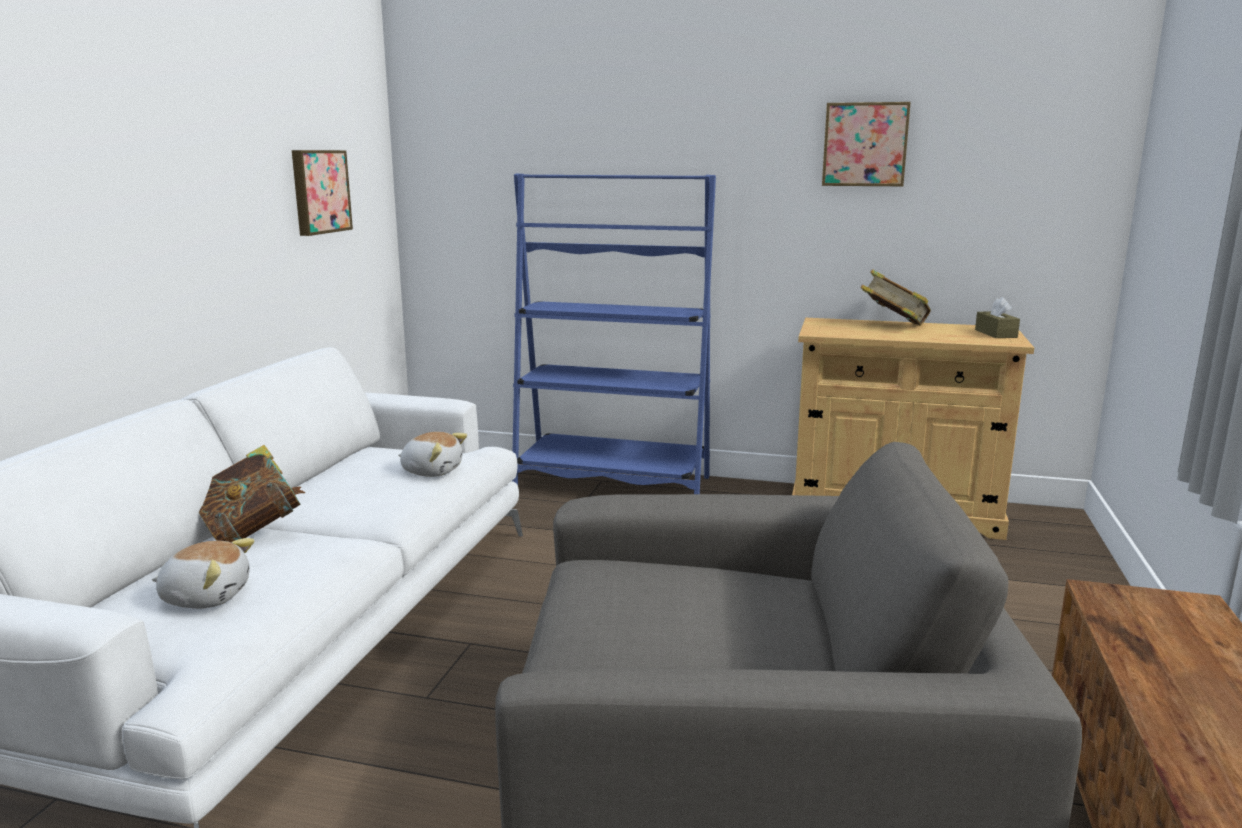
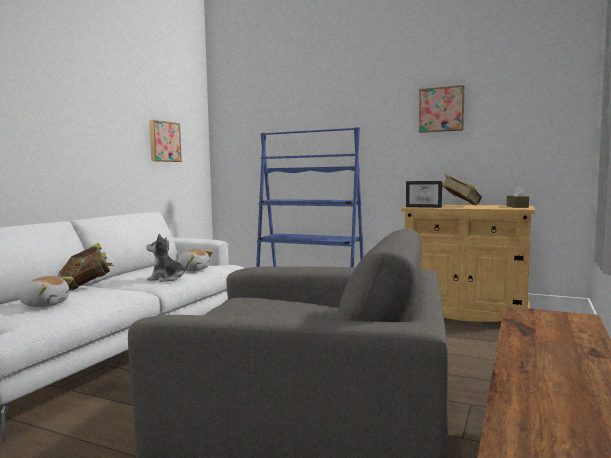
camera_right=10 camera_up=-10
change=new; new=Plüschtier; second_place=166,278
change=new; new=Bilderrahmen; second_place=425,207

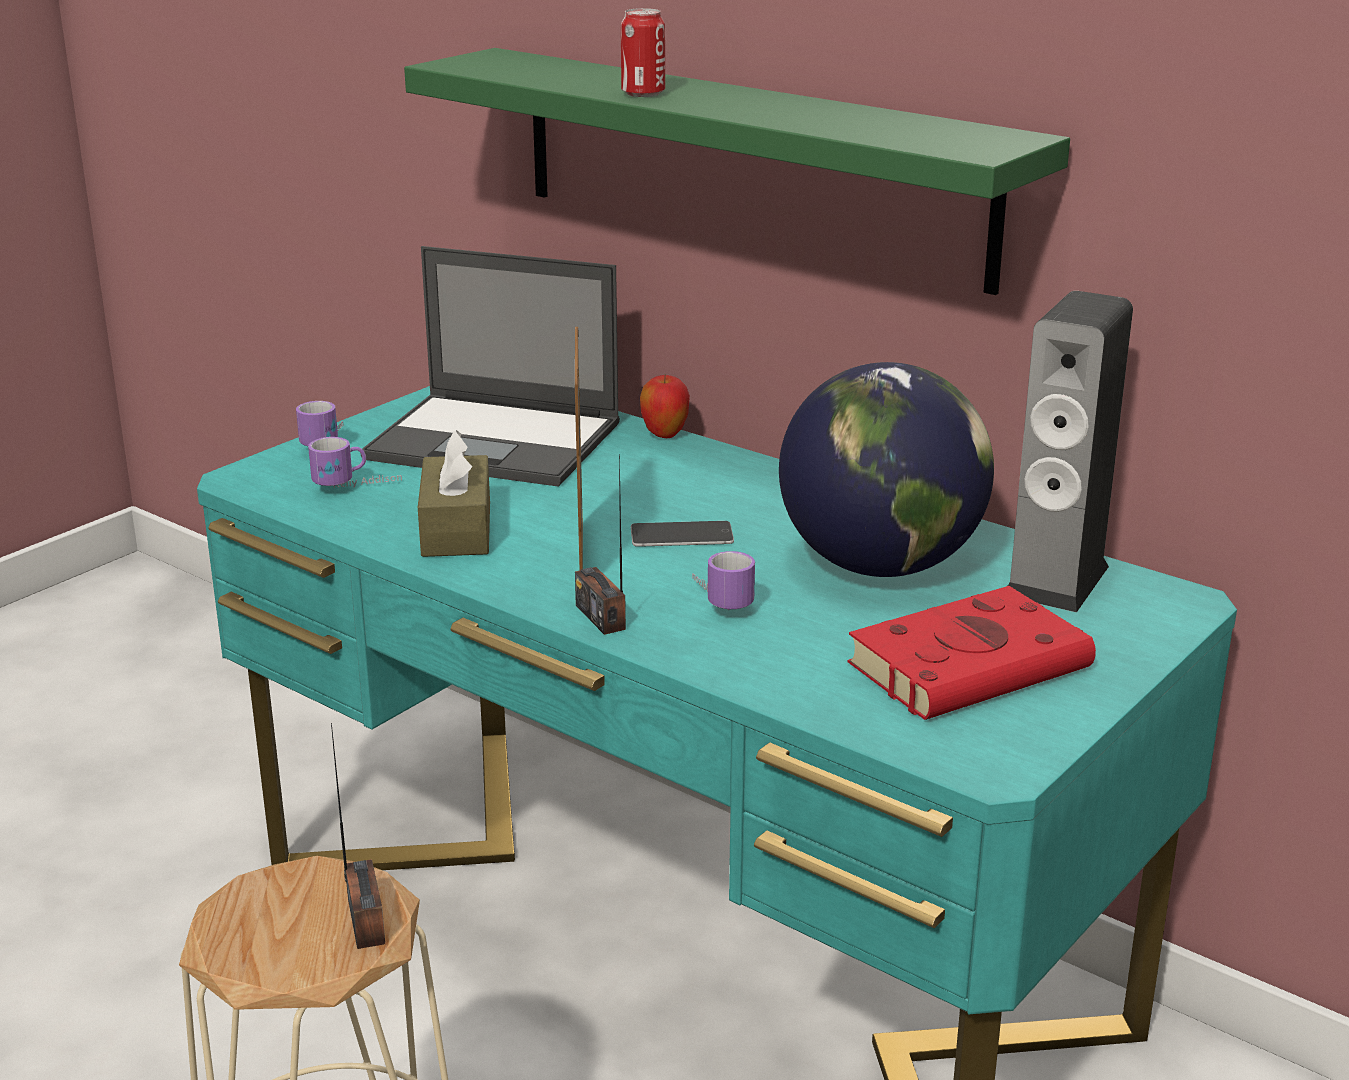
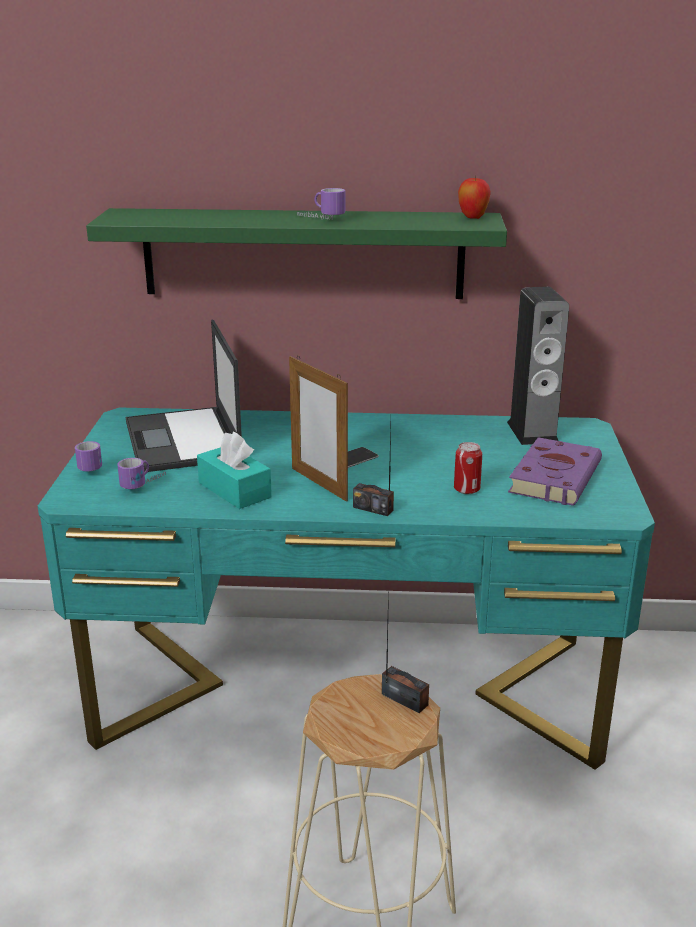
camera_right=-35 camera_up=0
change=rotated; old=Laptop; first_place=497,441; second_place=183,441; degrees=90
change=repainted; old=Taschentuchbox/braun; new=Taschentuchbox/türkis; first_place=456,529; second_place=234,490
change=shifted; old=Henkelbecher; first_place=717,600; second_place=320,219
change=shifted; old=Dose; first_place=643,93; second_place=466,489
change=shifted; old=Apfel; first_place=664,435; second_place=473,218
change=repainted; old=Buch/rot; new=Buch/lila; first_place=974,664; second_place=555,477
change=gone; old=Globus; first_place=880,566

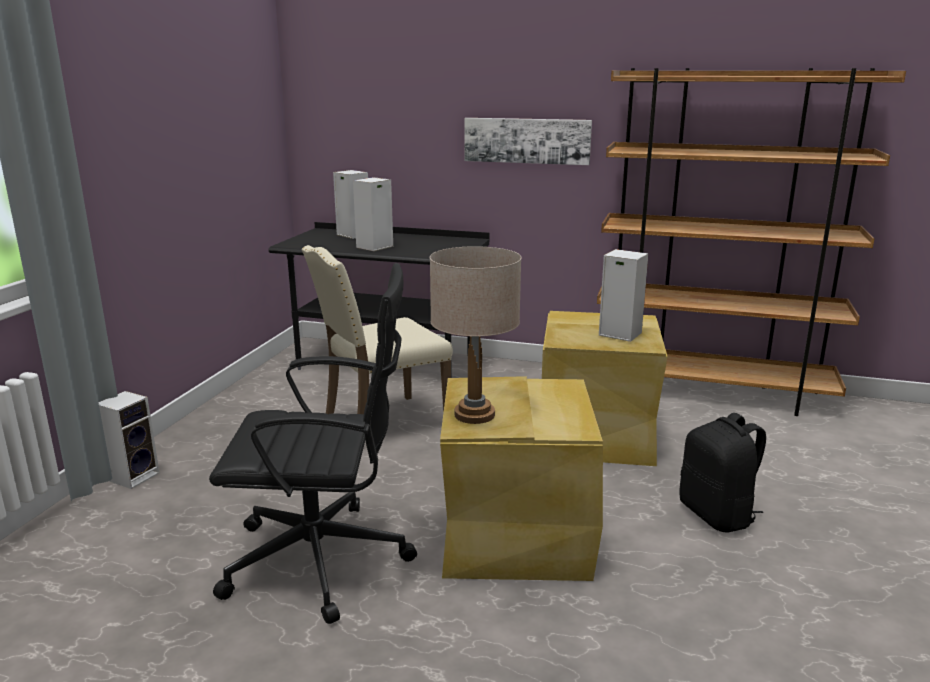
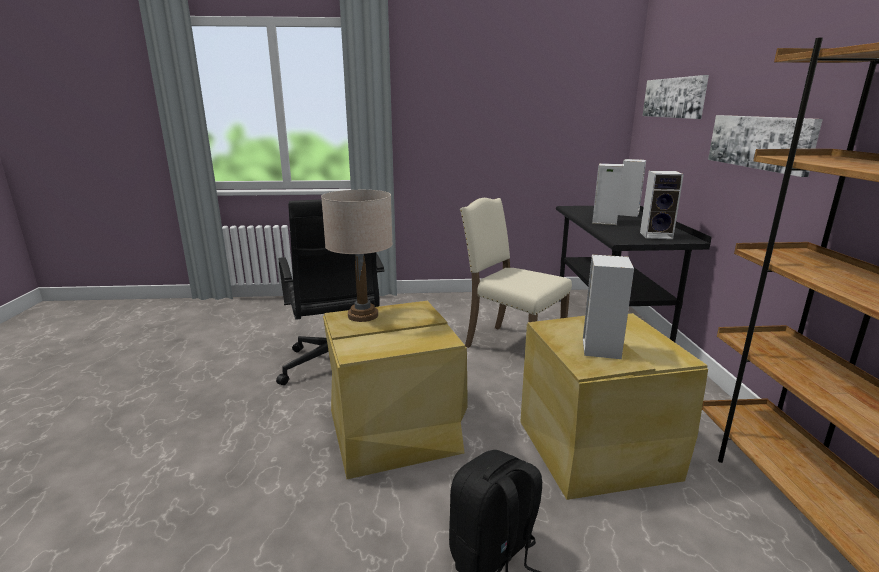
camera_right=70 camera_up=0
change=shifted; old=Lautsprecher; first_place=135,476; second_place=657,235
change=new; new=Bild; second_place=674,97

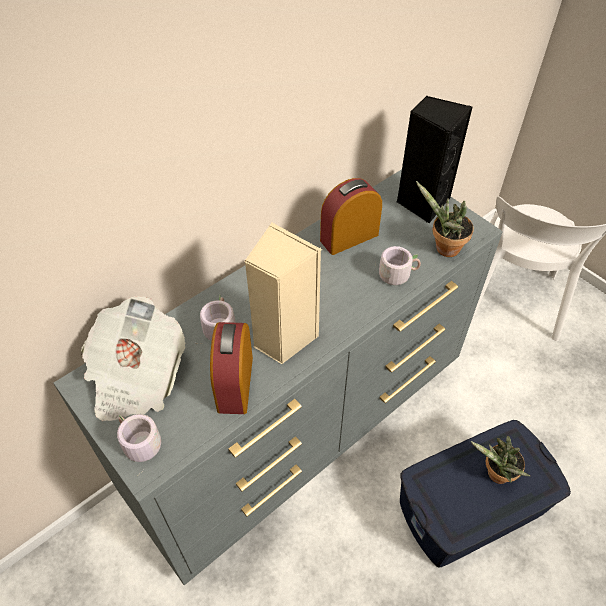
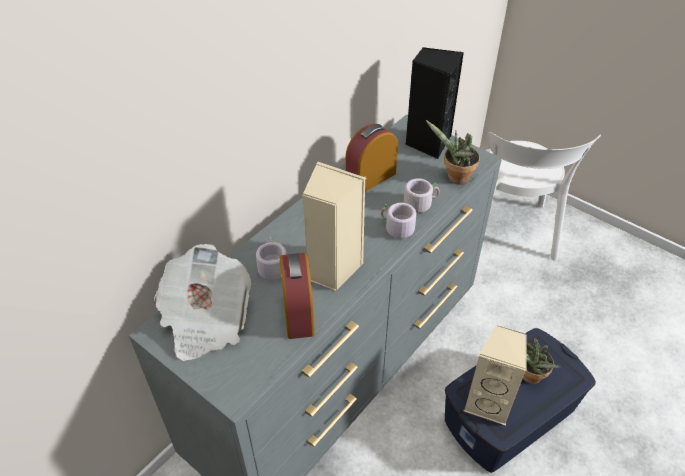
camera_right=-10 camera_up=-5
change=shifted; old=Henkelbecher/grau; first_place=138,444; second_place=396,229
change=new; new=Lautsprecher/beige; second_place=489,403

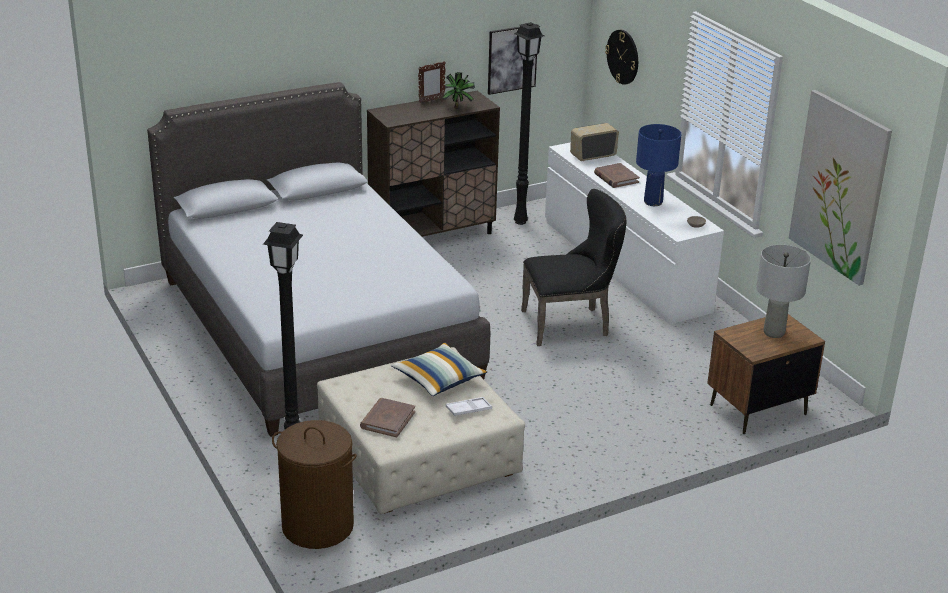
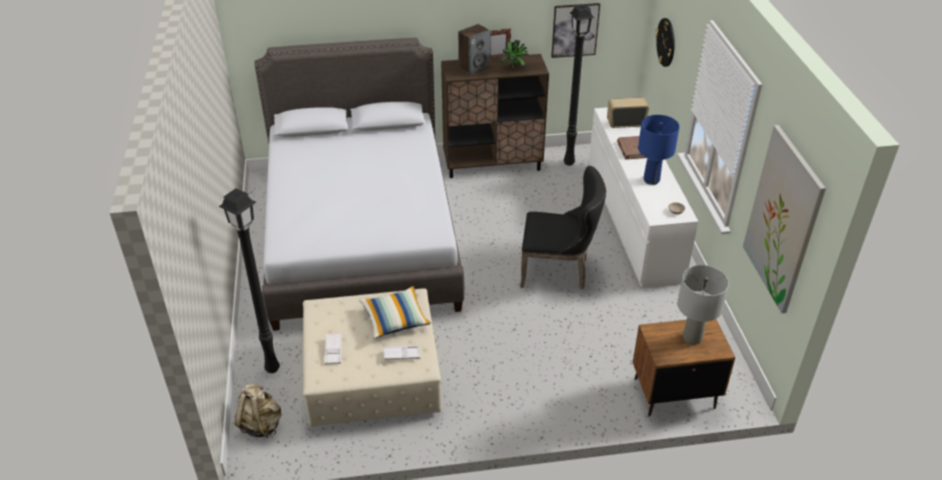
camera_right=20 camera_up=10
change=swapped; old=Wäschekorb/braun; new=Rucksack/beige; first_place=317,526; second_place=261,425
change=swapped; old=Buch/braun; new=Tablett/weiß; first_place=387,420; second_place=333,351
change=new; new=Lautsprecher; second_place=474,67

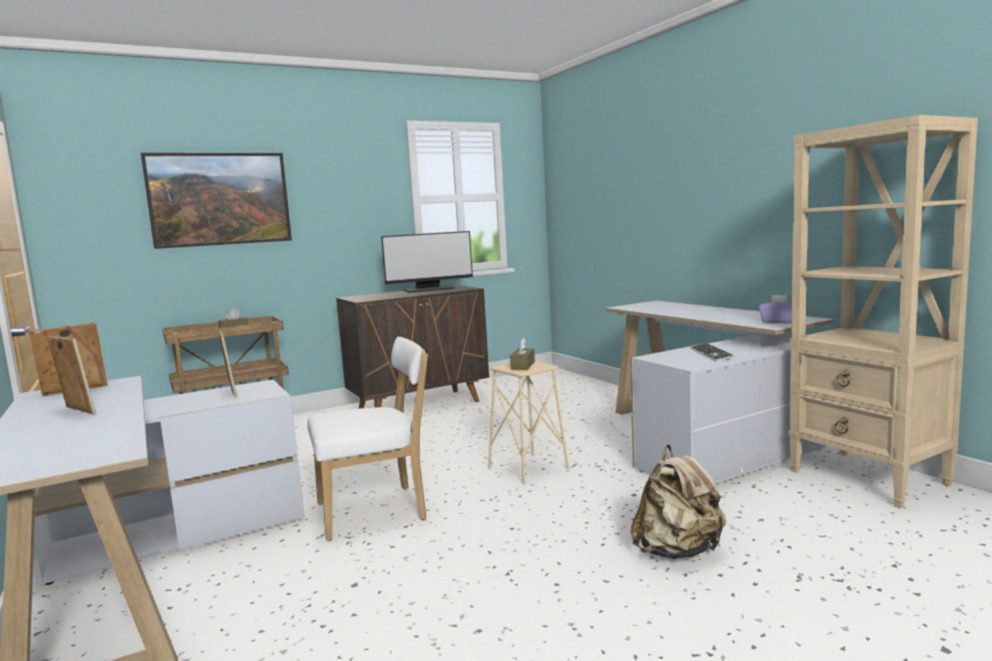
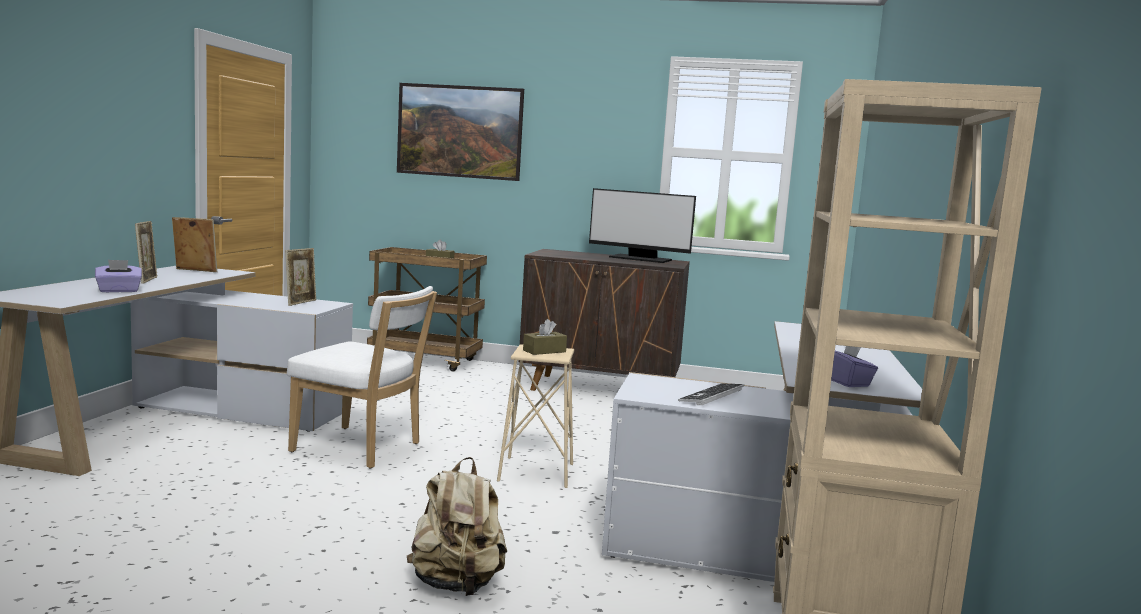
camera_right=40 camera_up=0
change=new; new=Taschentuchbox/lila; second_place=119,291

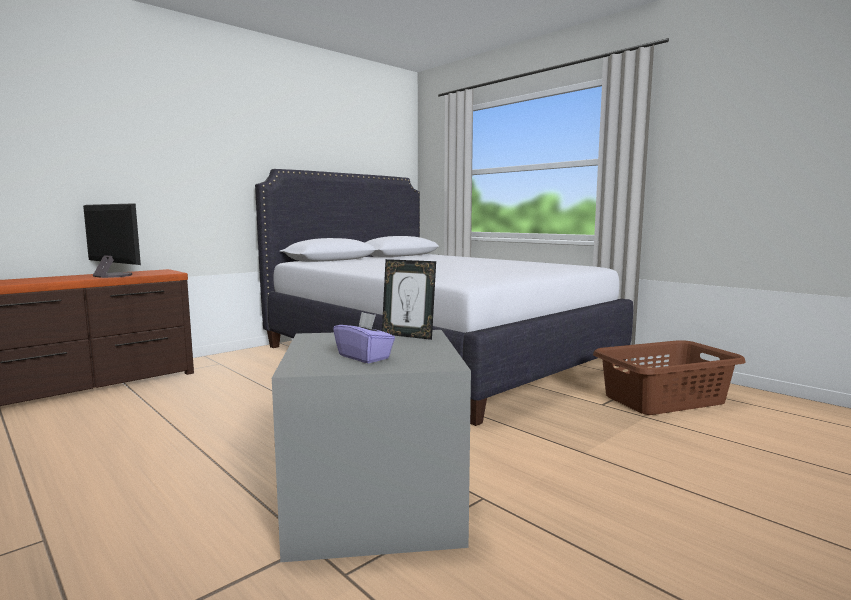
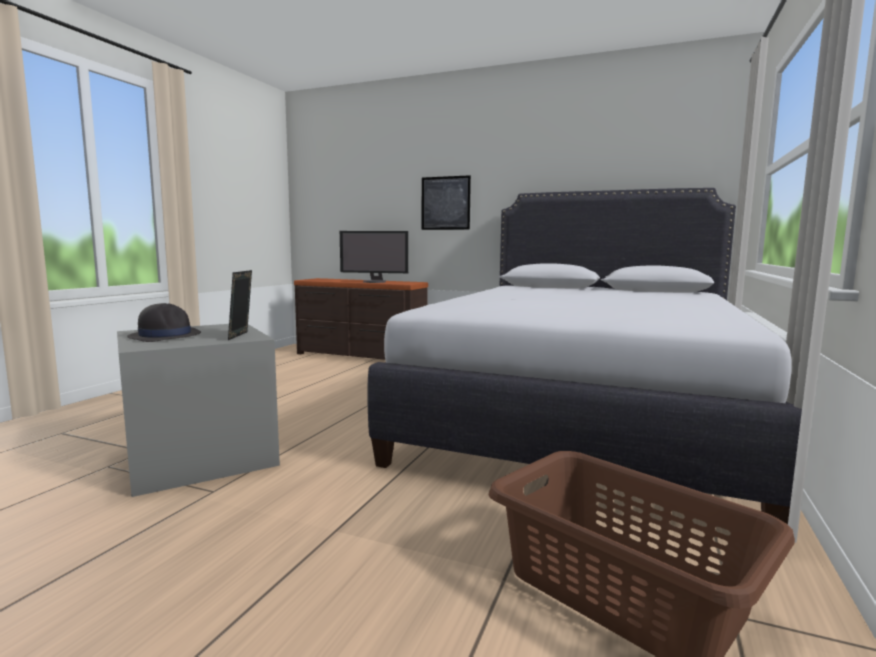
camera_right=65 camera_up=0
change=swapped; old=Taschentuchbox/lila; new=Hut/schwarz; first_place=364,357; second_place=165,336
change=rotated; old=Monitor; first_place=112,275; second_place=375,282; degrees=90
change=new; new=Bild; second_place=445,203

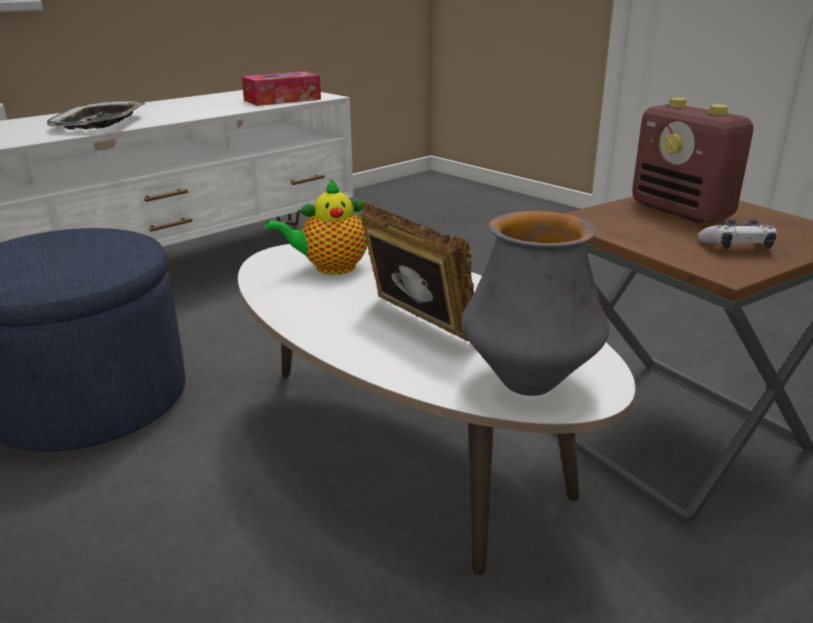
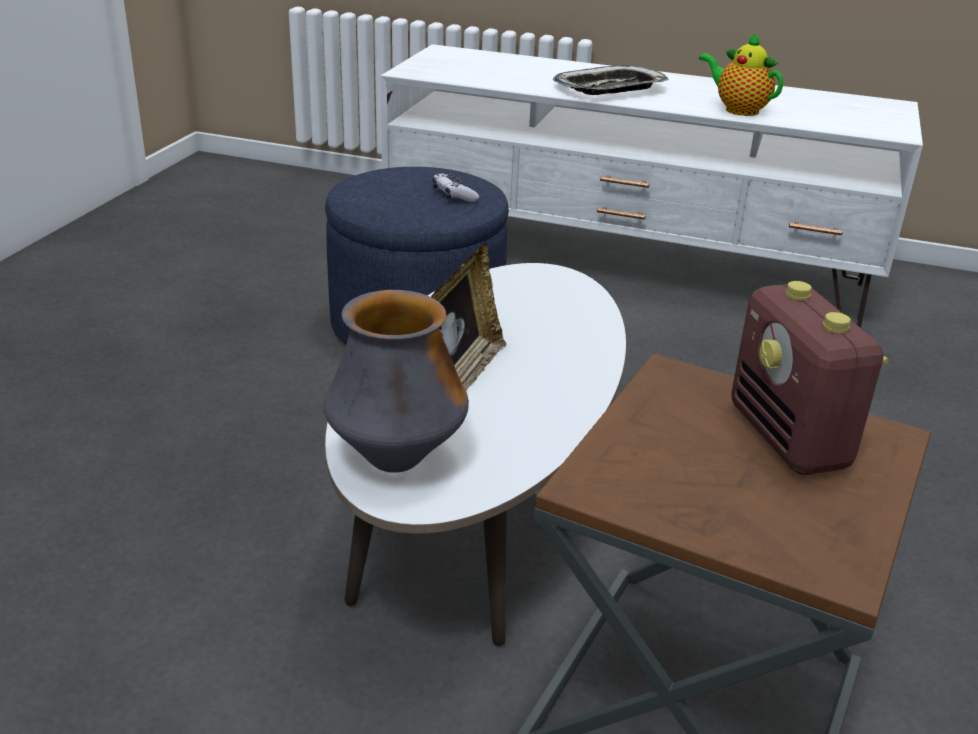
camera_right=60 camera_up=5
change=shifted; old=Gamepad; first_place=737,246; second_place=454,195
change=shifted; old=Teekanne; first_place=330,268; second_place=738,110
change=rotated; old=Radio; first_place=682,211; second_place=789,439; degrees=-45
change=gone; old=Taschentuchbox; first_place=282,100

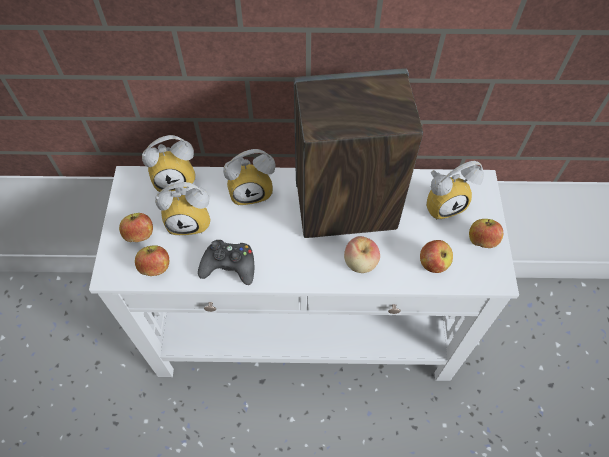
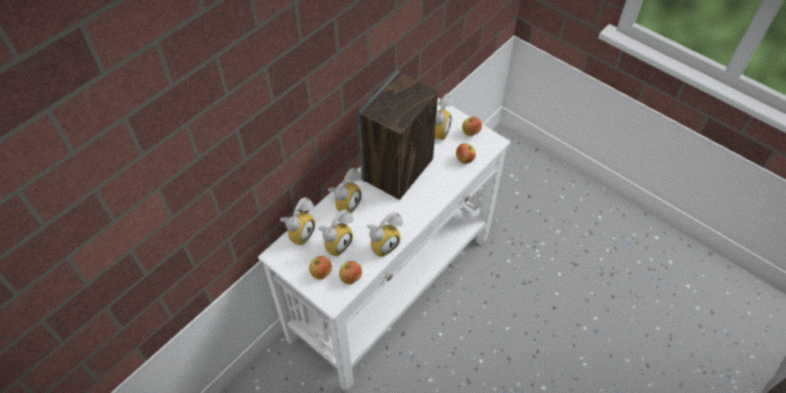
camera_right=-50 camera_up=-5
change=swapped; old=Gamepad/schwarz; new=Wecker; first_place=229,265; second_place=383,243
change=gone; old=Apfel; first_place=360,263

